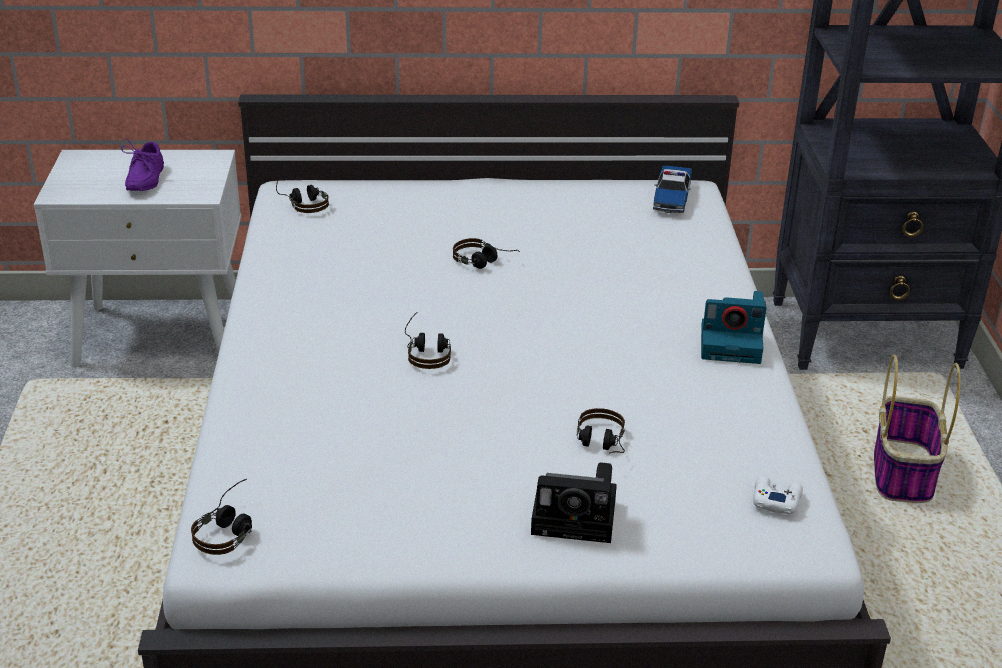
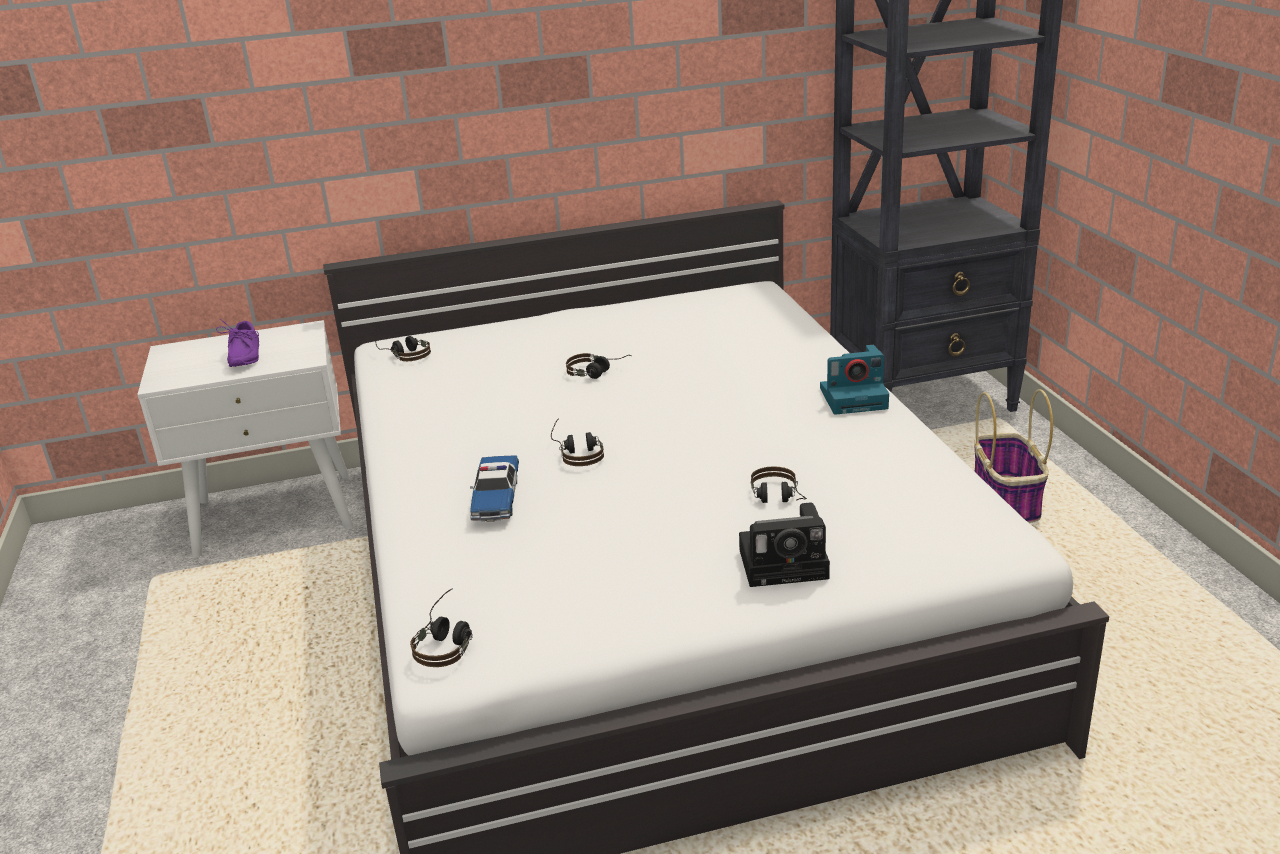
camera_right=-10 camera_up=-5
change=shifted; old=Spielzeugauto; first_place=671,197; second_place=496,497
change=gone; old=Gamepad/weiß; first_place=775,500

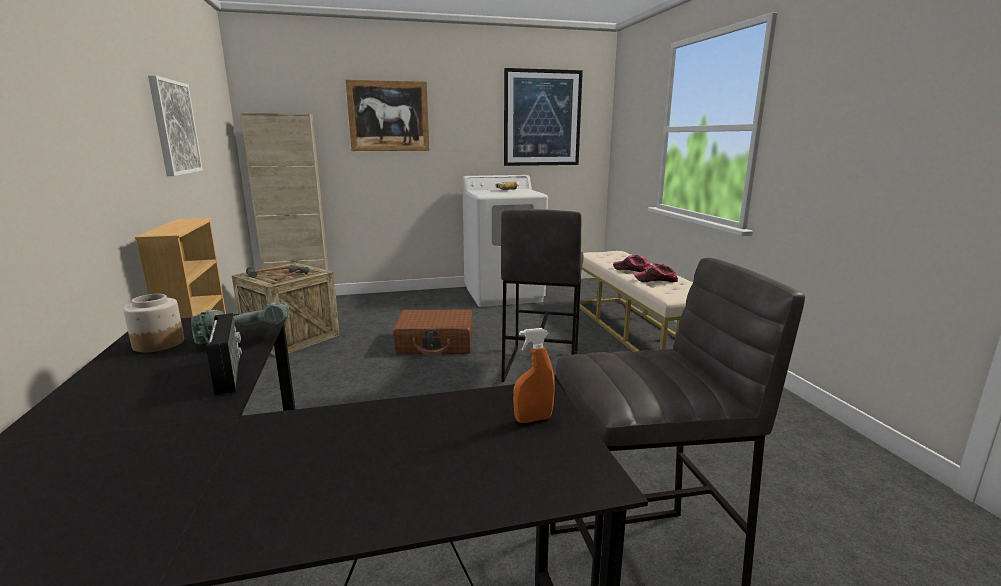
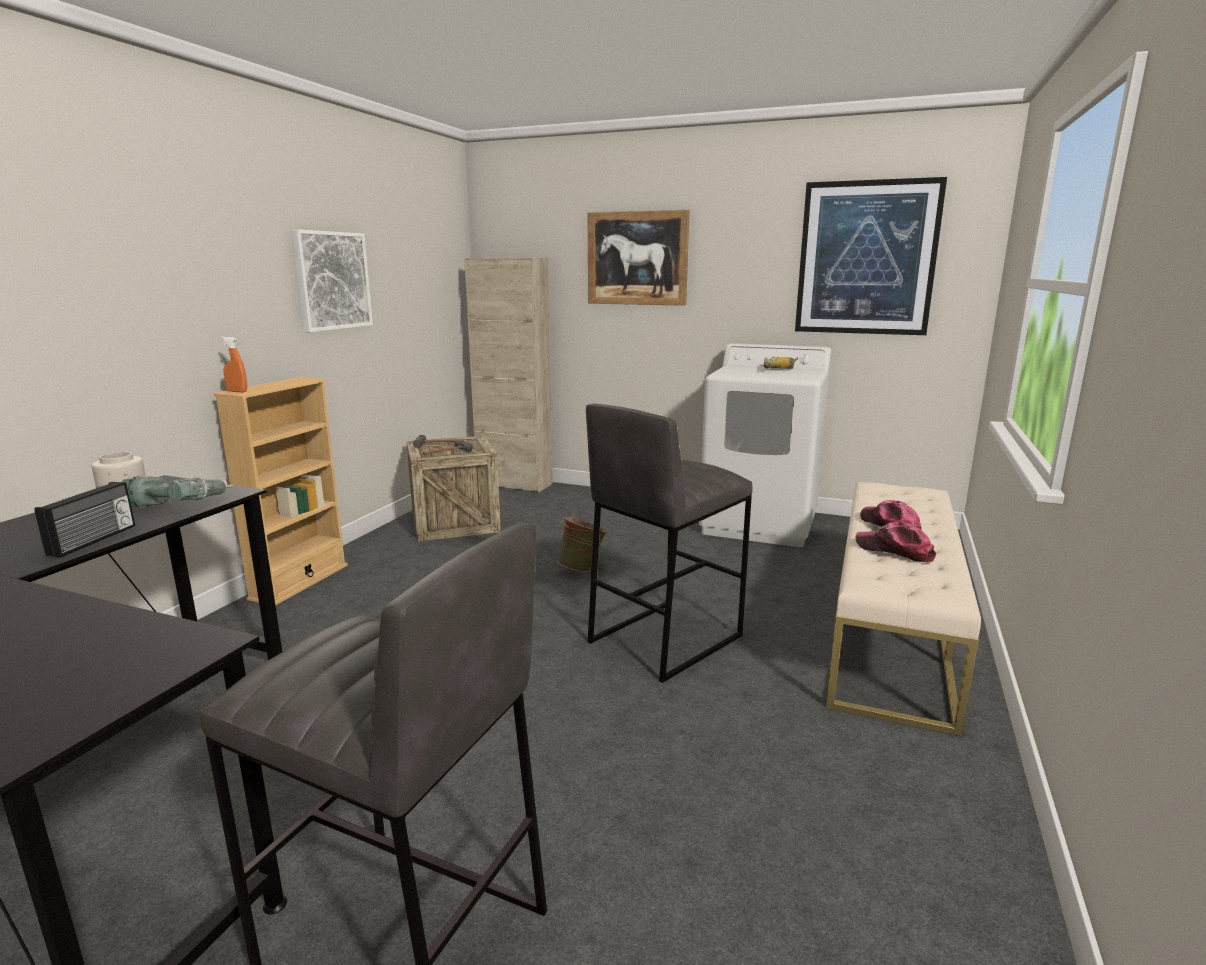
camera_right=35 camera_up=0
change=shifted; old=Sprühflasche/orange; first_place=533,419; second_place=237,391
change=swapped; old=Koffer/braun; new=Eimer/grün; first_place=435,343; second_place=583,569

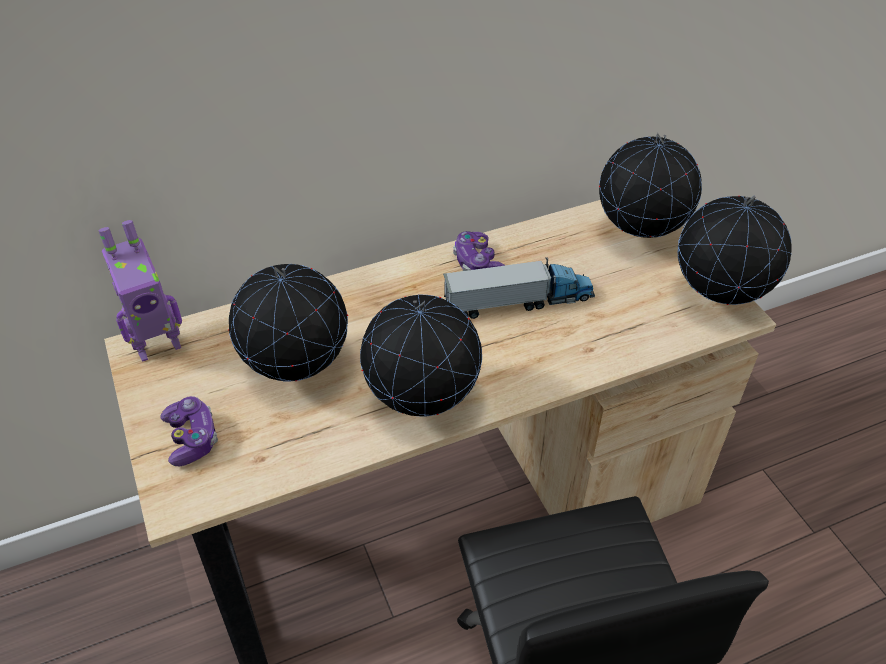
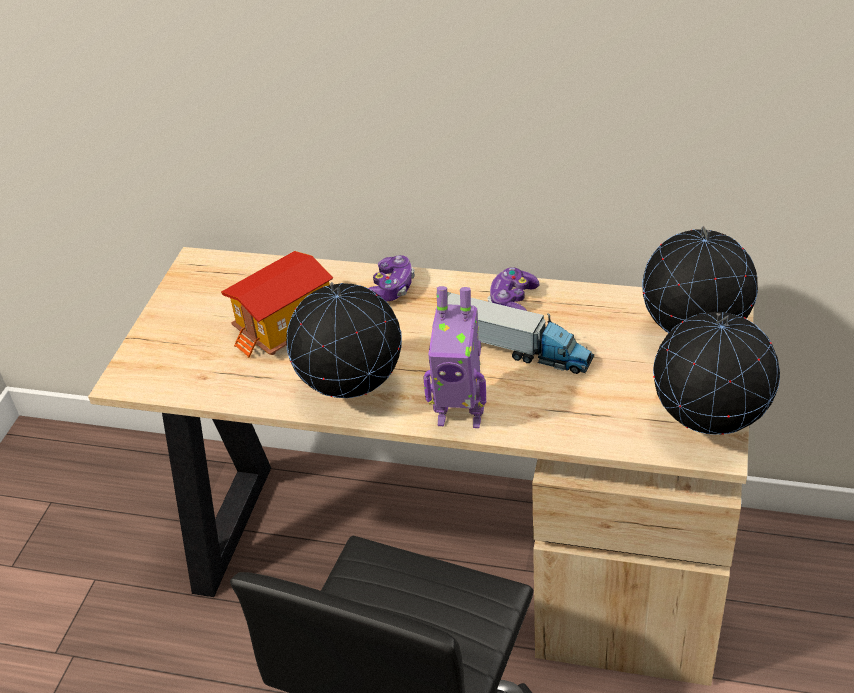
camera_right=40 camera_up=-5
change=swapped; old=Globus; new=Spielzeughaus; first_place=298,372; second_place=286,328
change=shifted; old=Gamepad; first_place=192,438; second_place=391,288
change=shifted; old=Spielzeugroboter; first_place=157,344; second_place=460,415

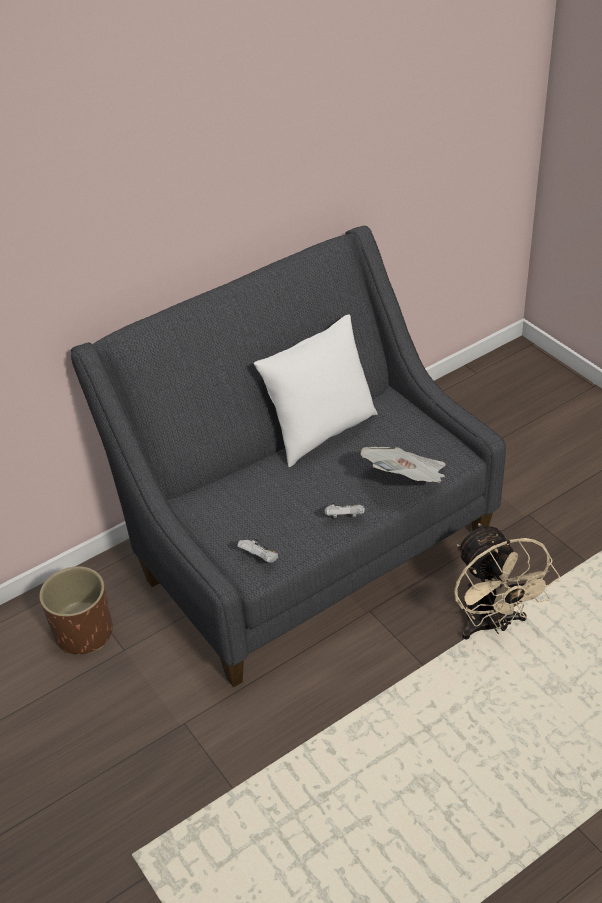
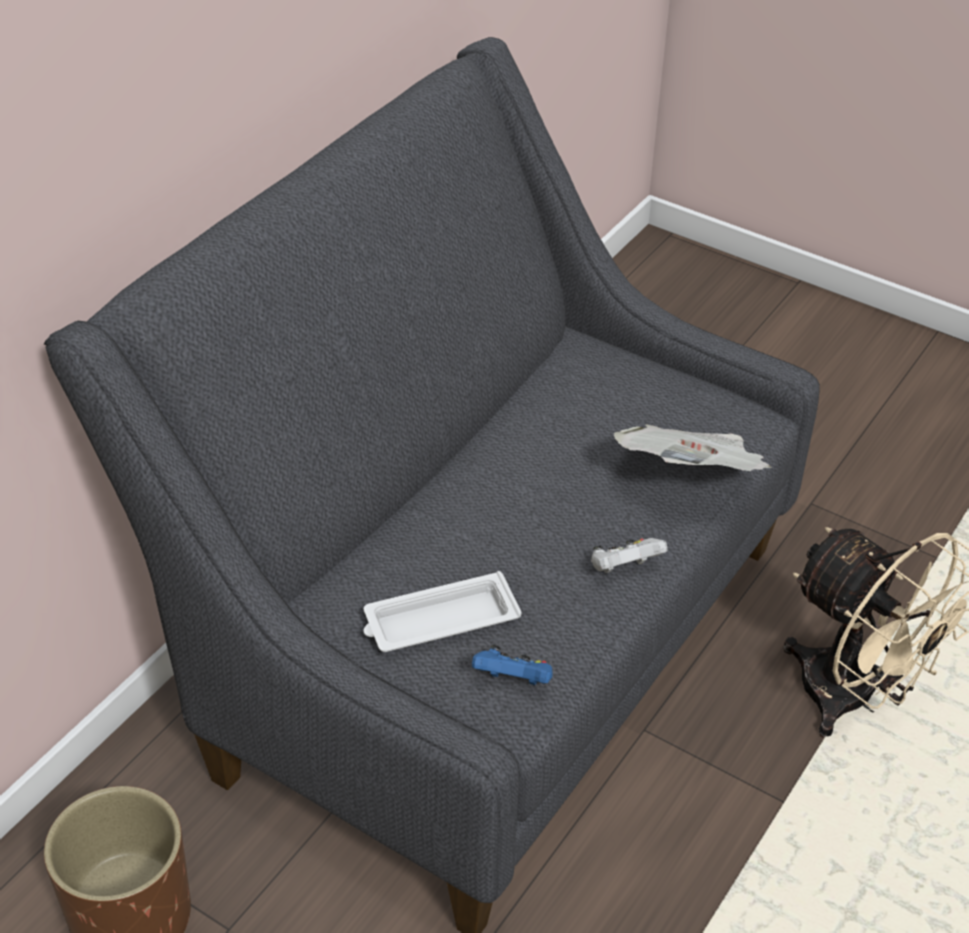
camera_right=-25 camera_up=0
change=new; new=Tablett/weiß; second_place=439,621
change=repainted; old=Gamepad/weiß; new=Gamepad/blau; first_place=260,558; second_place=513,681
change=gone; old=Kissen/weiß; first_place=321,432

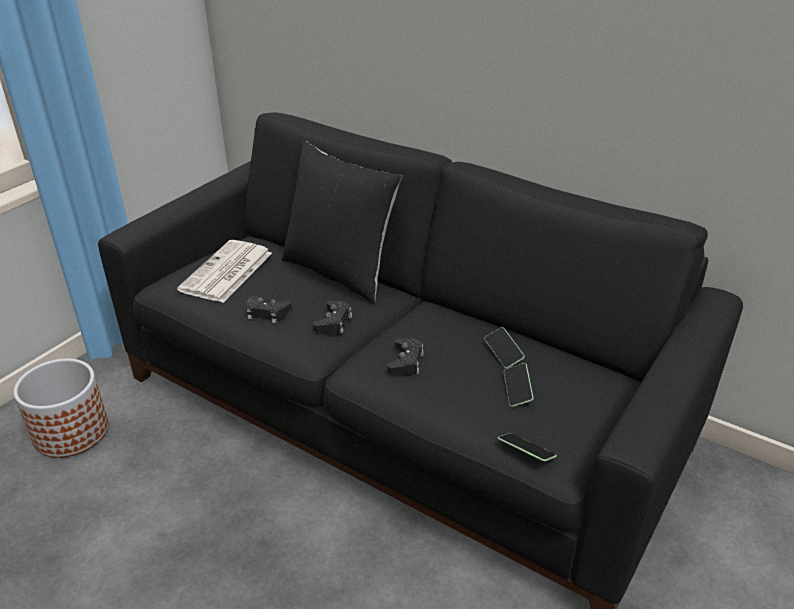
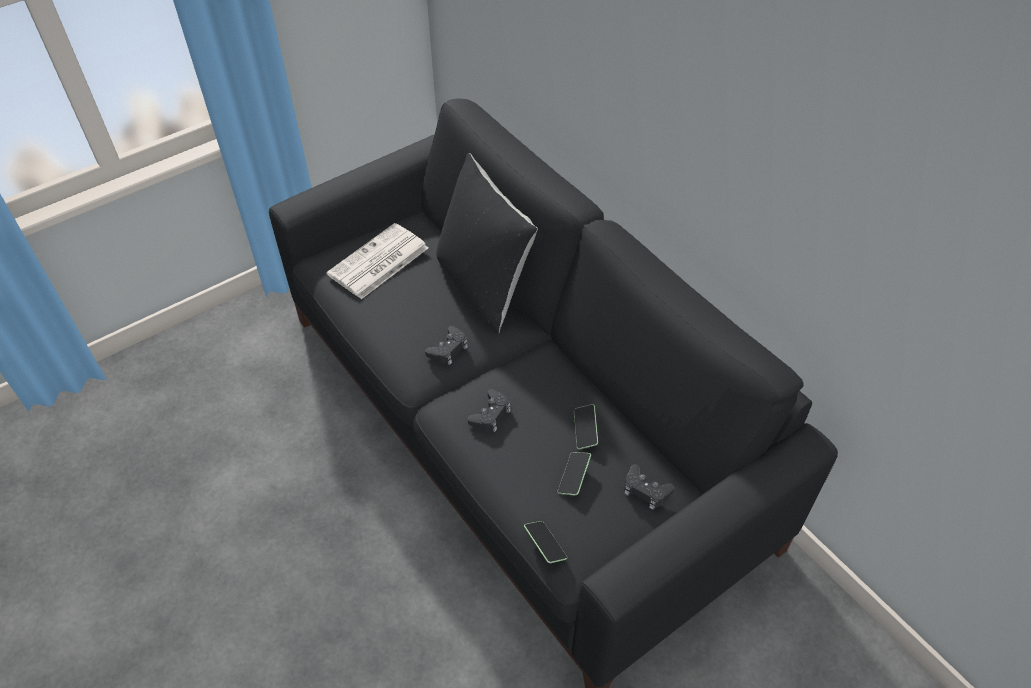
camera_right=20 camera_up=15
change=shifted; old=Gamepad/schwarz; first_place=267,313; second_place=646,490
change=gone; old=Pflanzkübel; first_place=71,432

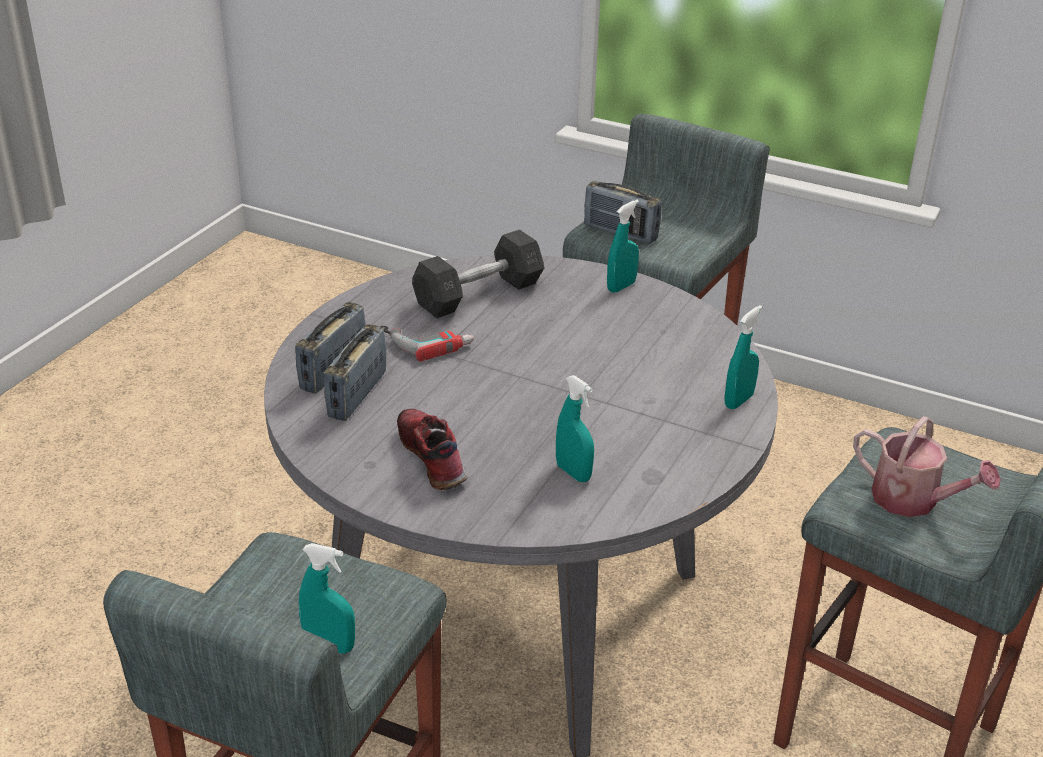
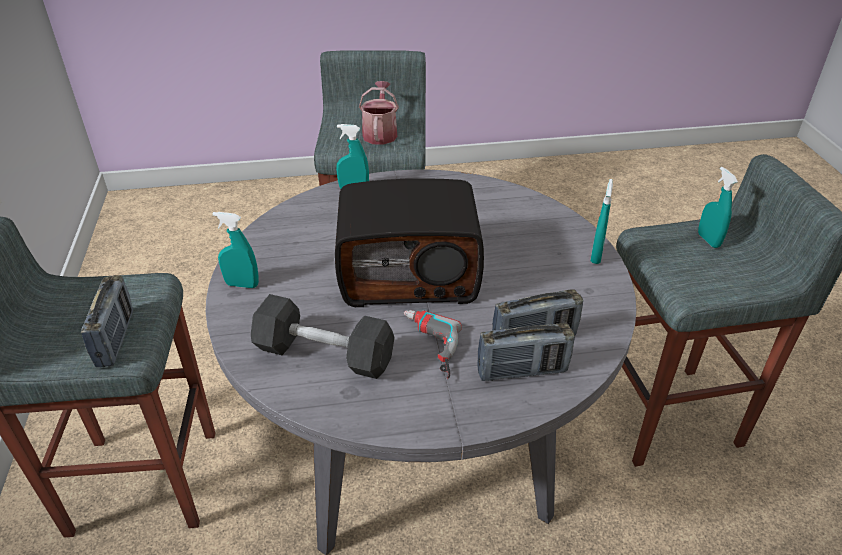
camera_right=-125 camera_up=5
change=new; new=Radio; second_place=410,274
change=shifted; old=Sprühflasche/türkis; first_place=573,473; second_place=596,255
change=gone; old=Schuh; first_place=434,457

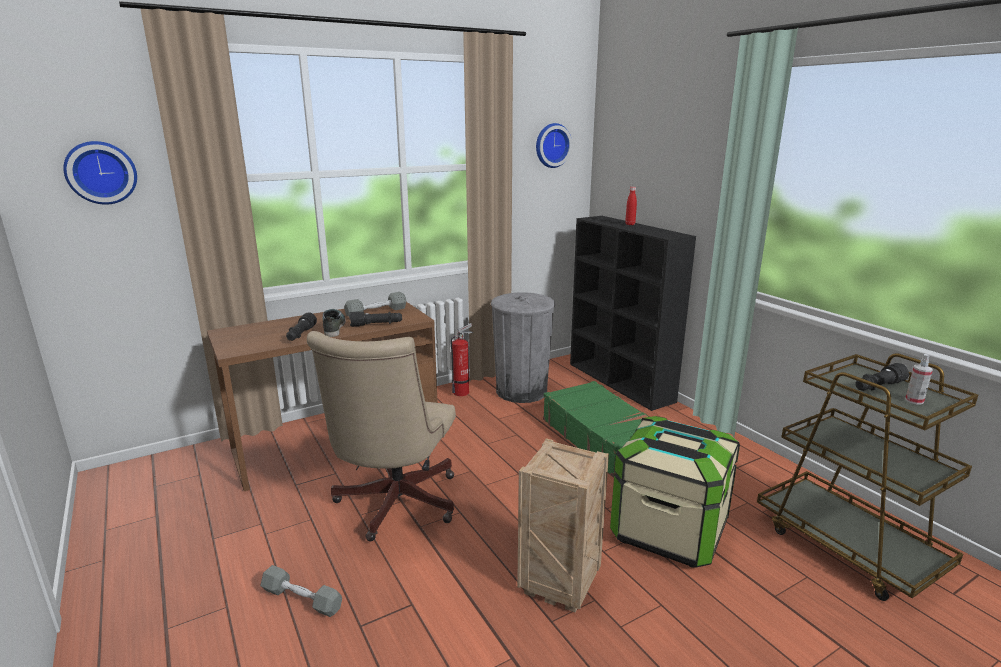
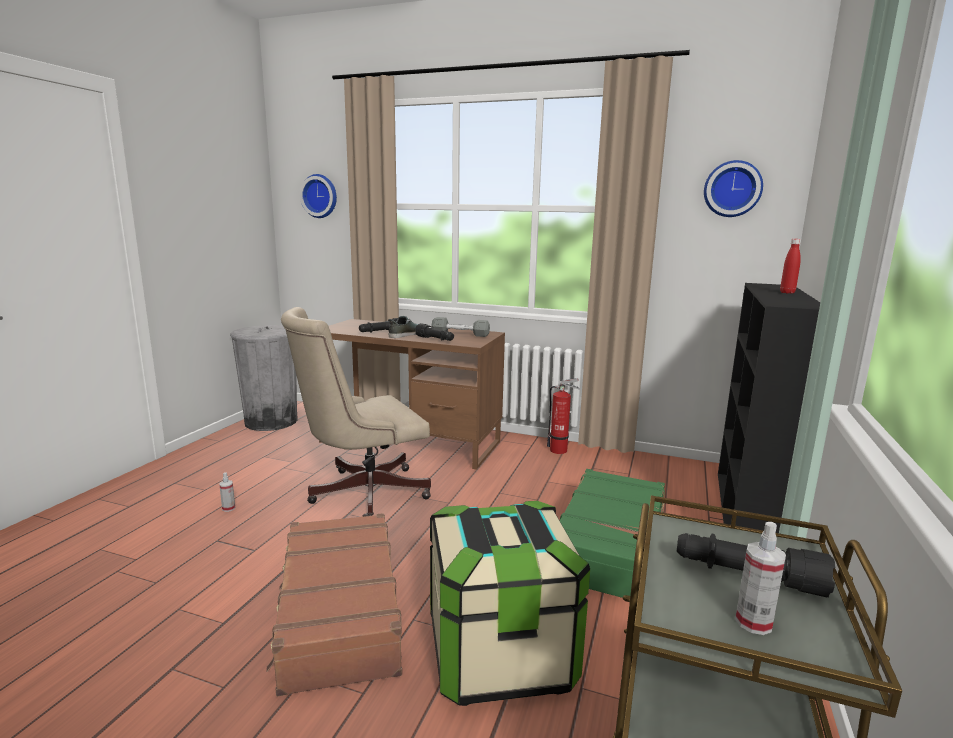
camera_right=50 camera_up=-5
change=swapped; old=Hantel/grau; new=Sprühflasche; first_place=302,599; second_place=228,508
change=shifted; old=Mülleimer/grau; first_place=521,391; second_place=271,421
change=swapped; old=Kiste; new=Koffer/braun; first_place=561,584; second_place=338,612

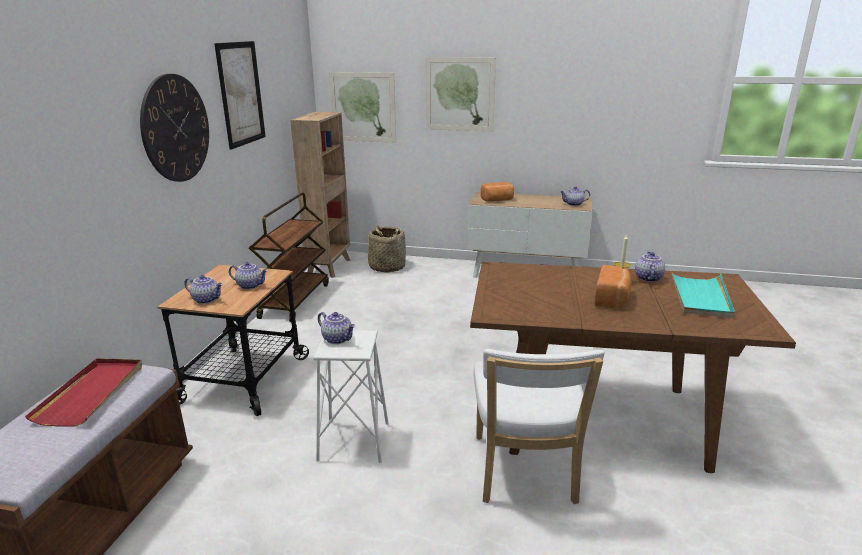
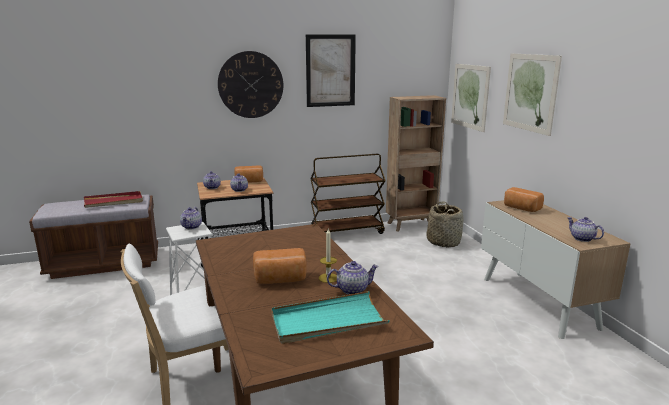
camera_right=60 camera_up=-5
change=new; new=Brot; second_place=249,181

